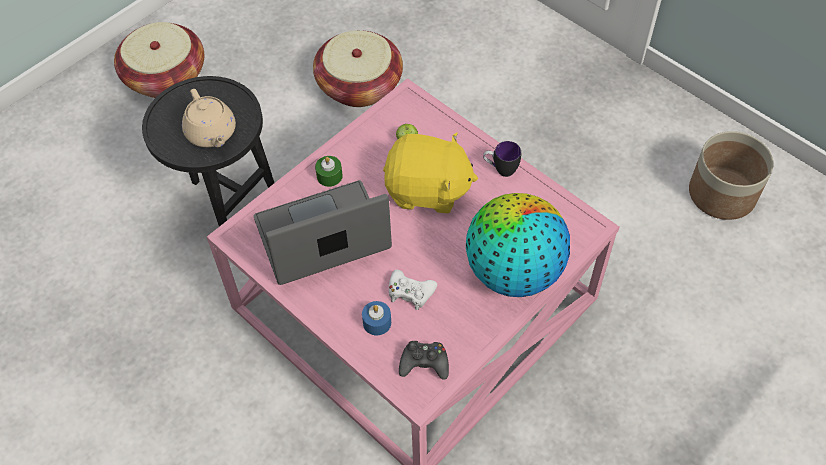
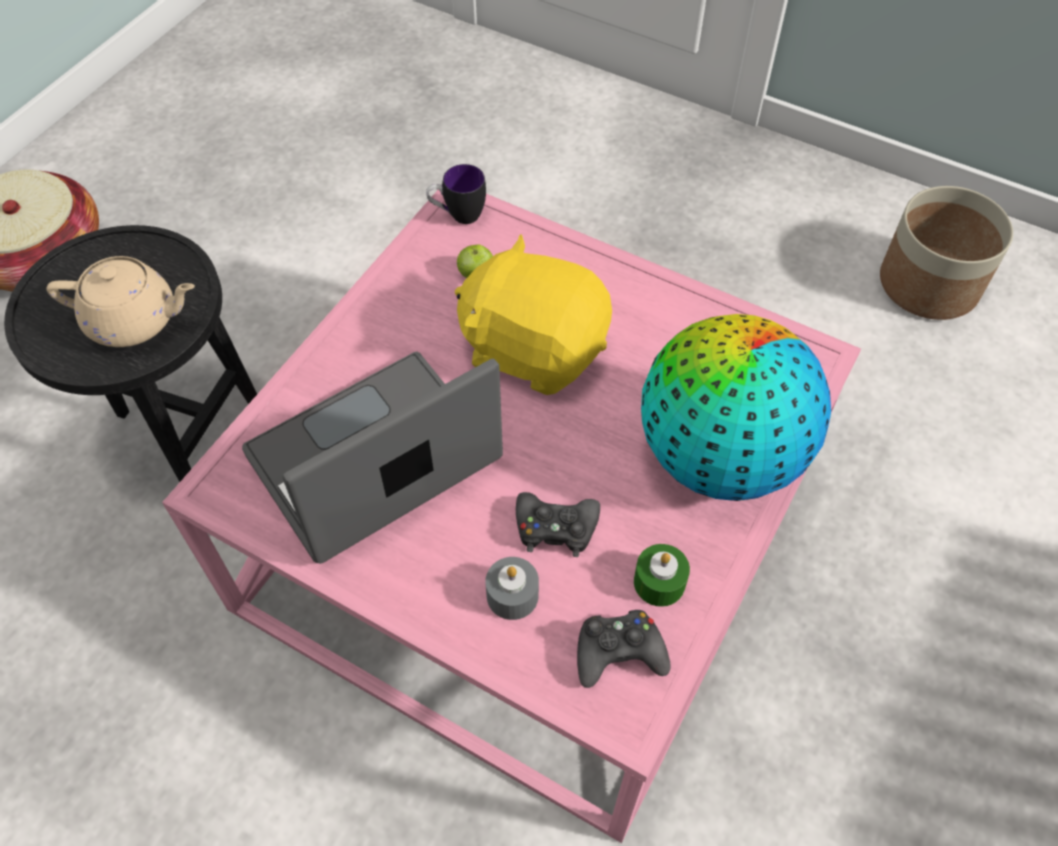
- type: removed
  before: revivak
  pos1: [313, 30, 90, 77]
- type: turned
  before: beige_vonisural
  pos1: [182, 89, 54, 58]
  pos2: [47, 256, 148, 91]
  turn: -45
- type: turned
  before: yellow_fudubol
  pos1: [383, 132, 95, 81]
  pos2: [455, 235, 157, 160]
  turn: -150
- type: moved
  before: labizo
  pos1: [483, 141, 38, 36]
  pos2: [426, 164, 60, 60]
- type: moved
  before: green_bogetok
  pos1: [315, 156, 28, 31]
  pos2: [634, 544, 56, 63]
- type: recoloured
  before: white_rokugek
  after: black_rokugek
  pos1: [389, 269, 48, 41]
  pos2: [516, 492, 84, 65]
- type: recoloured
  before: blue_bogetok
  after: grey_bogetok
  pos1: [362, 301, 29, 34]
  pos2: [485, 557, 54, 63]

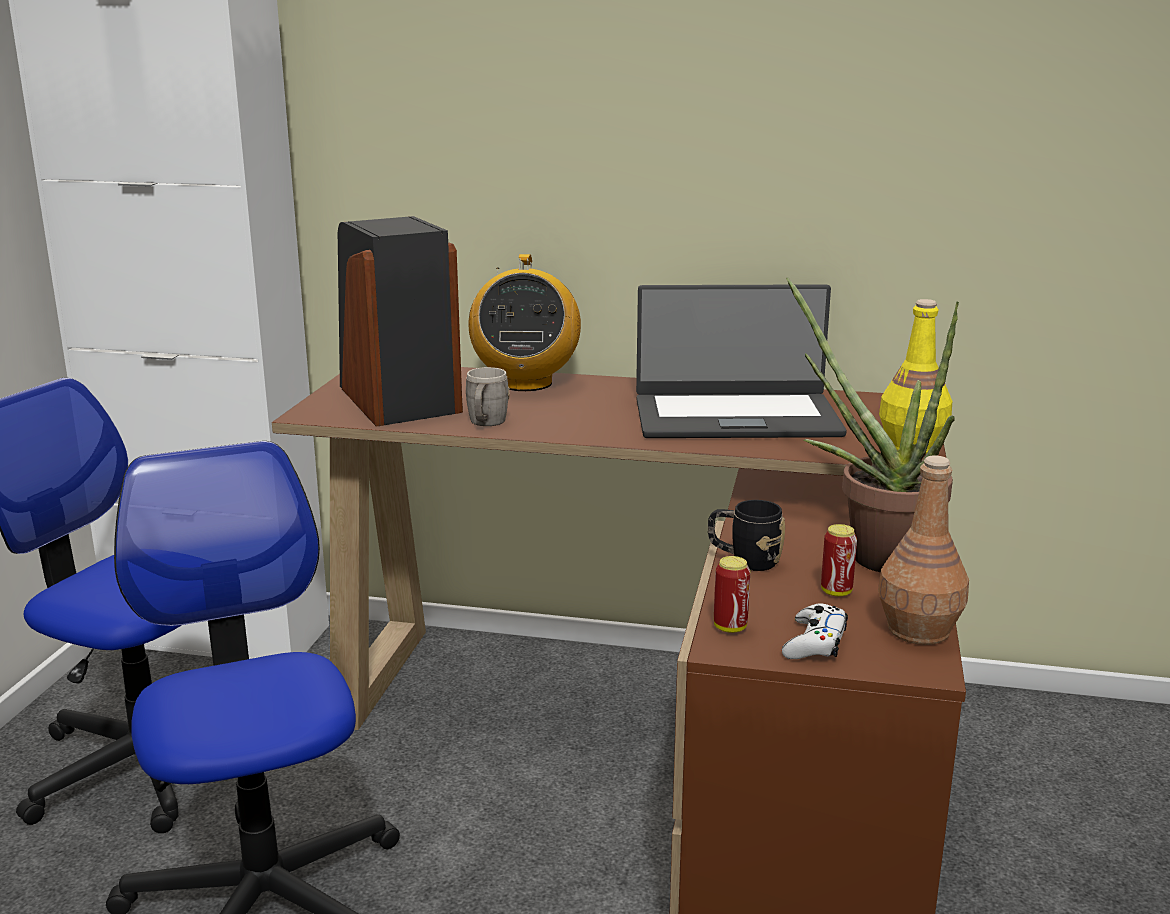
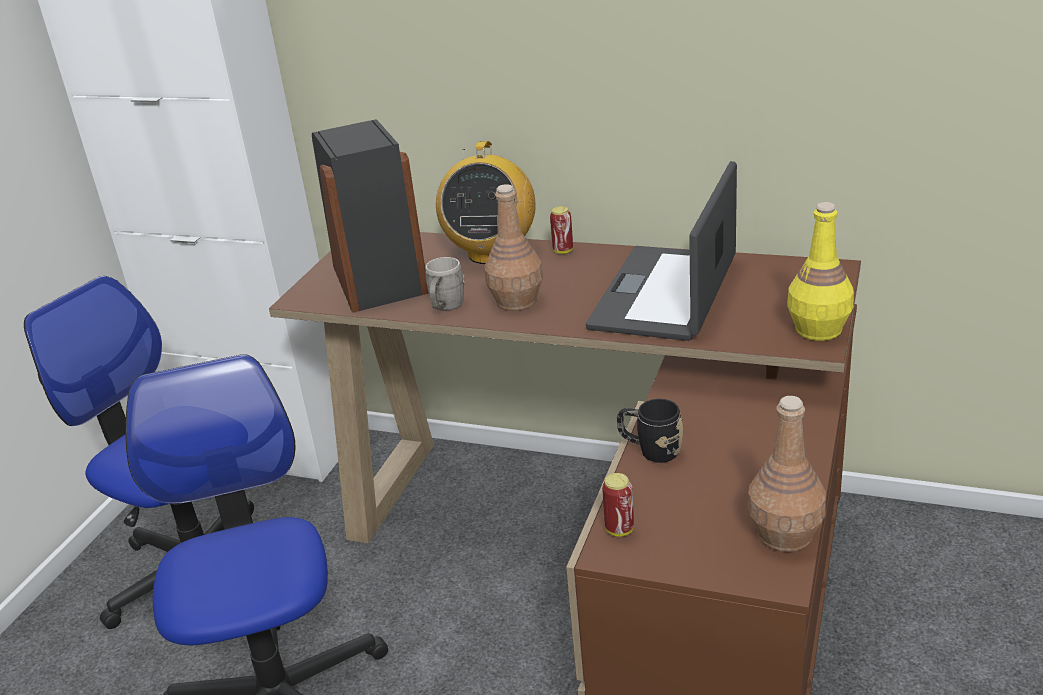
- type: removed
  before: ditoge
  pos1: [786, 277, 173, 295]
- type: turned
  before: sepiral
  pos1: [636, 284, 211, 154]
  pos2: [586, 161, 151, 180]
  turn: 105
- type: moved
  before: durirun
  pos1: [821, 524, 36, 72]
  pos2: [550, 206, 23, 48]
- type: removed
  before: white_rokugek
  pos1: [782, 603, 66, 56]
- type: added
  after: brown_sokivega
  pos2: [484, 184, 59, 127]

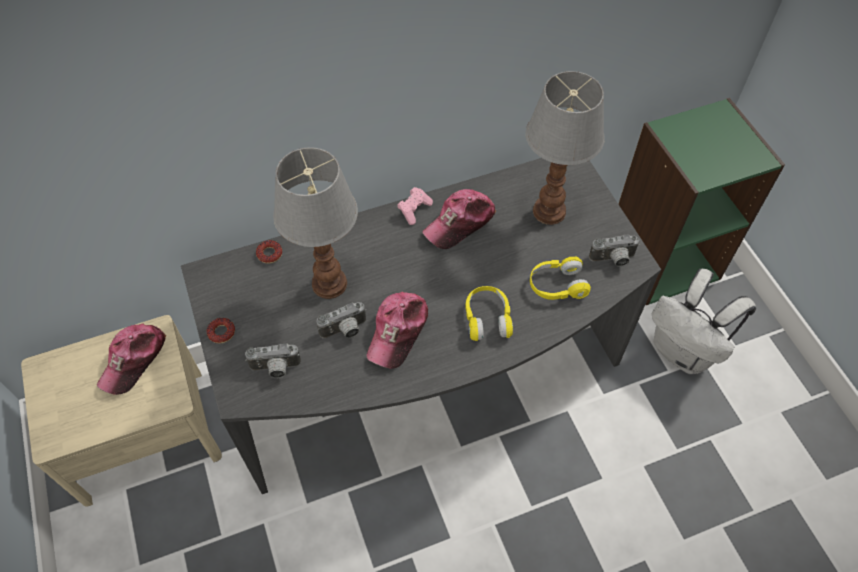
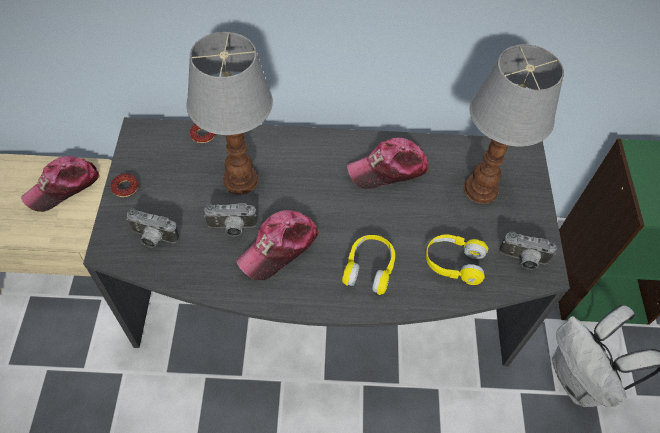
- type: removed
  before: pink_rokugek
  pos1: [397, 187, 36, 38]

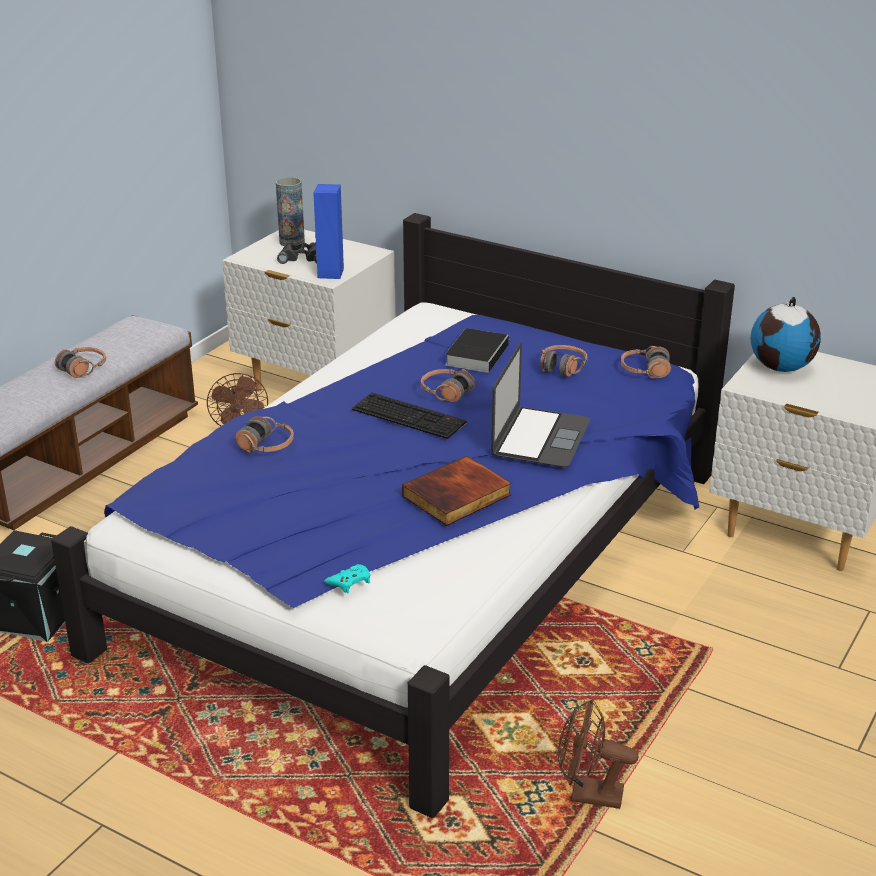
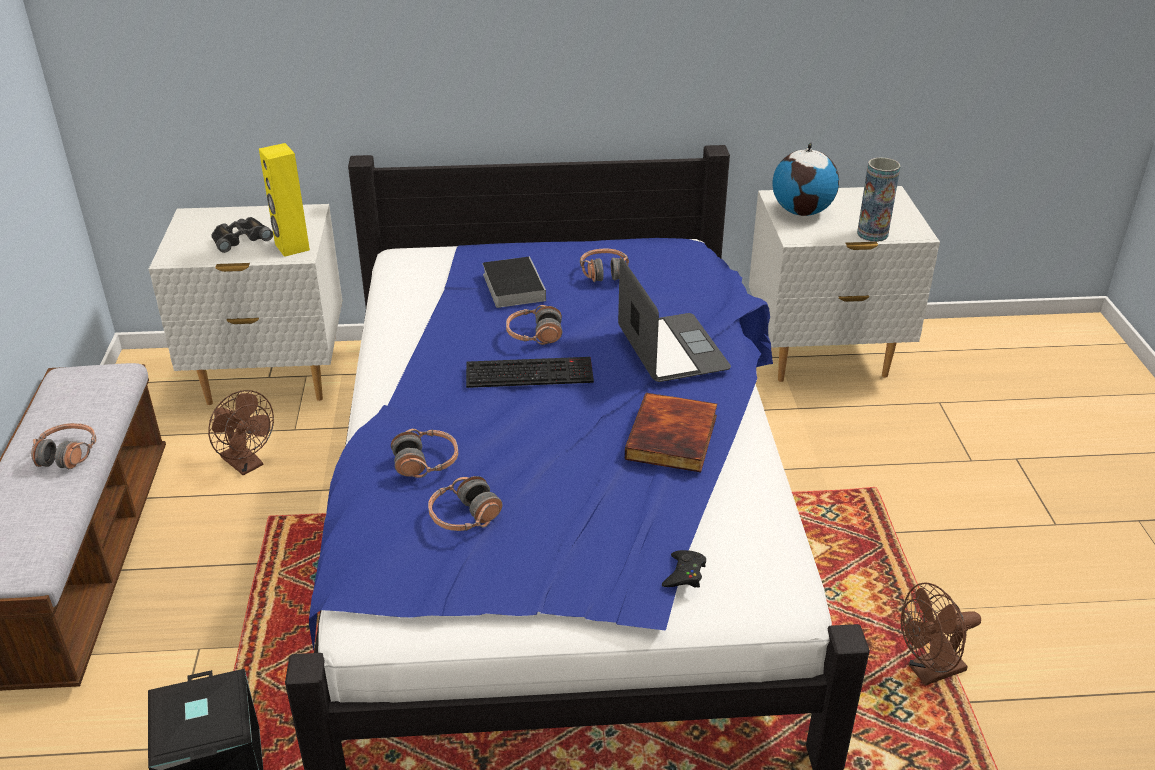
- type: moved
  before: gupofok
  pos1: [276, 177, 29, 69]
  pos2: [857, 158, 43, 84]
- type: recoloured
  before: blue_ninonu
  after: yellow_ninonu
  pos1: [314, 184, 30, 95]
  pos2: [259, 143, 51, 114]
- type: moved
  before: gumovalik
  pos1: [621, 346, 50, 32]
  pos2: [428, 476, 75, 55]
- type: recoloured
  before: turquoise_rokugek
  after: black_rokugek
  pos1: [324, 564, 46, 29]
  pos2: [662, 550, 44, 38]

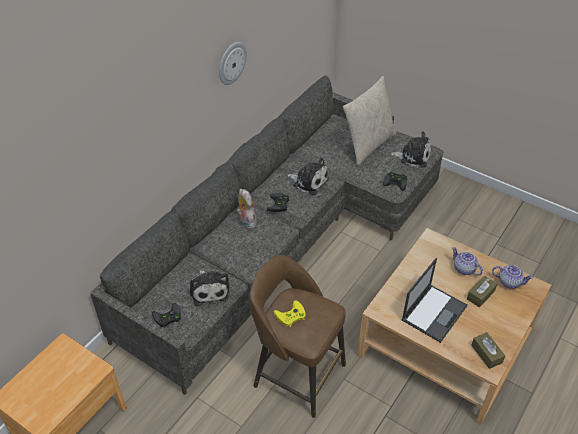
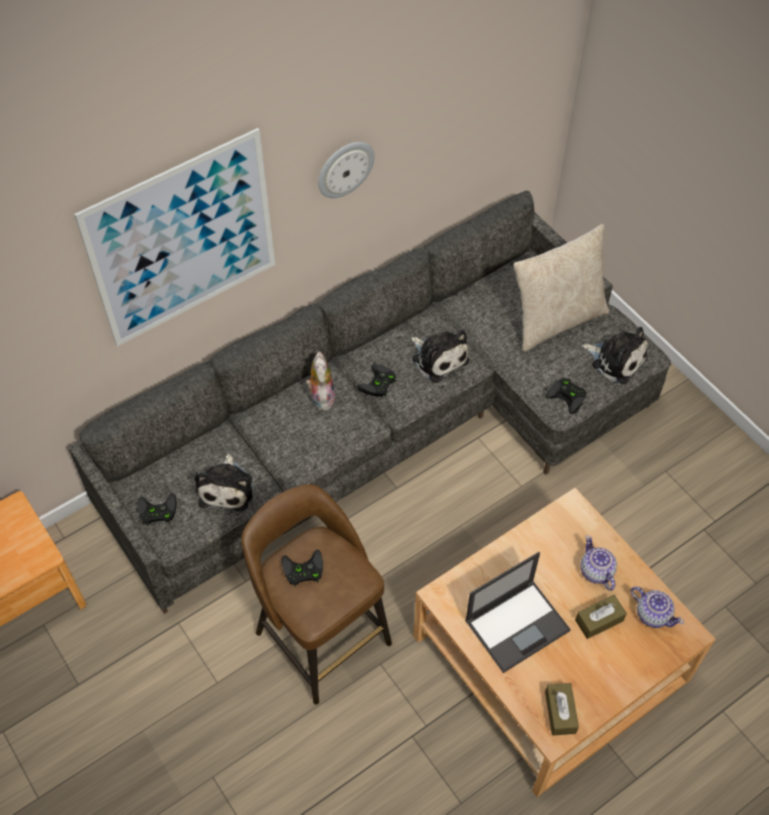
- type: recoloured
  before: yellow_rokugek
  after: black_rokugek
  pos1: [274, 300, 32, 27]
  pos2: [282, 550, 41, 37]
- type: added
  after: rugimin
  pos2: [74, 128, 201, 218]

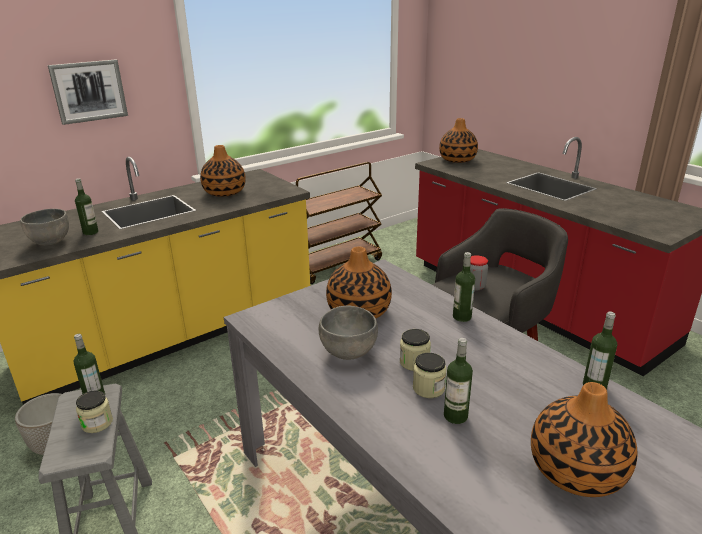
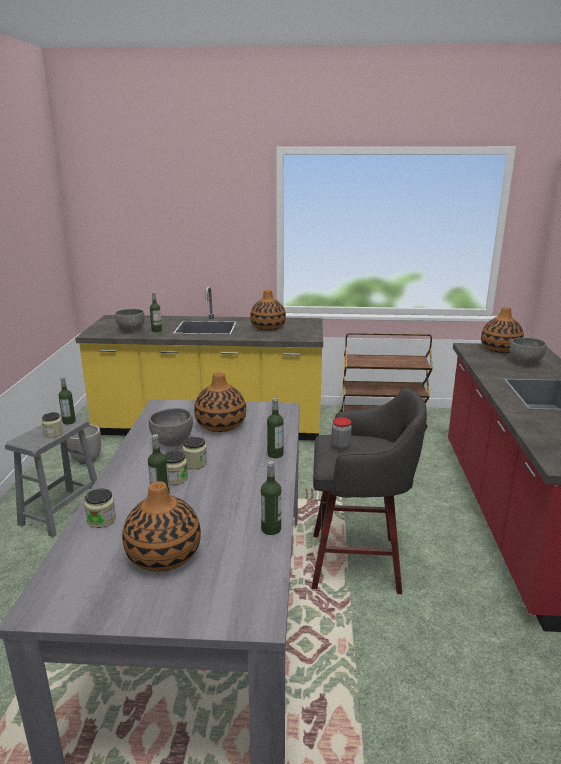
- type: removed
  before: rugimin
  pos1: [48, 59, 80, 66]
- type: added
  after: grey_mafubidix
  pos2: [510, 337, 37, 28]
- type: added
  after: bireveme
  pos2: [85, 489, 31, 39]

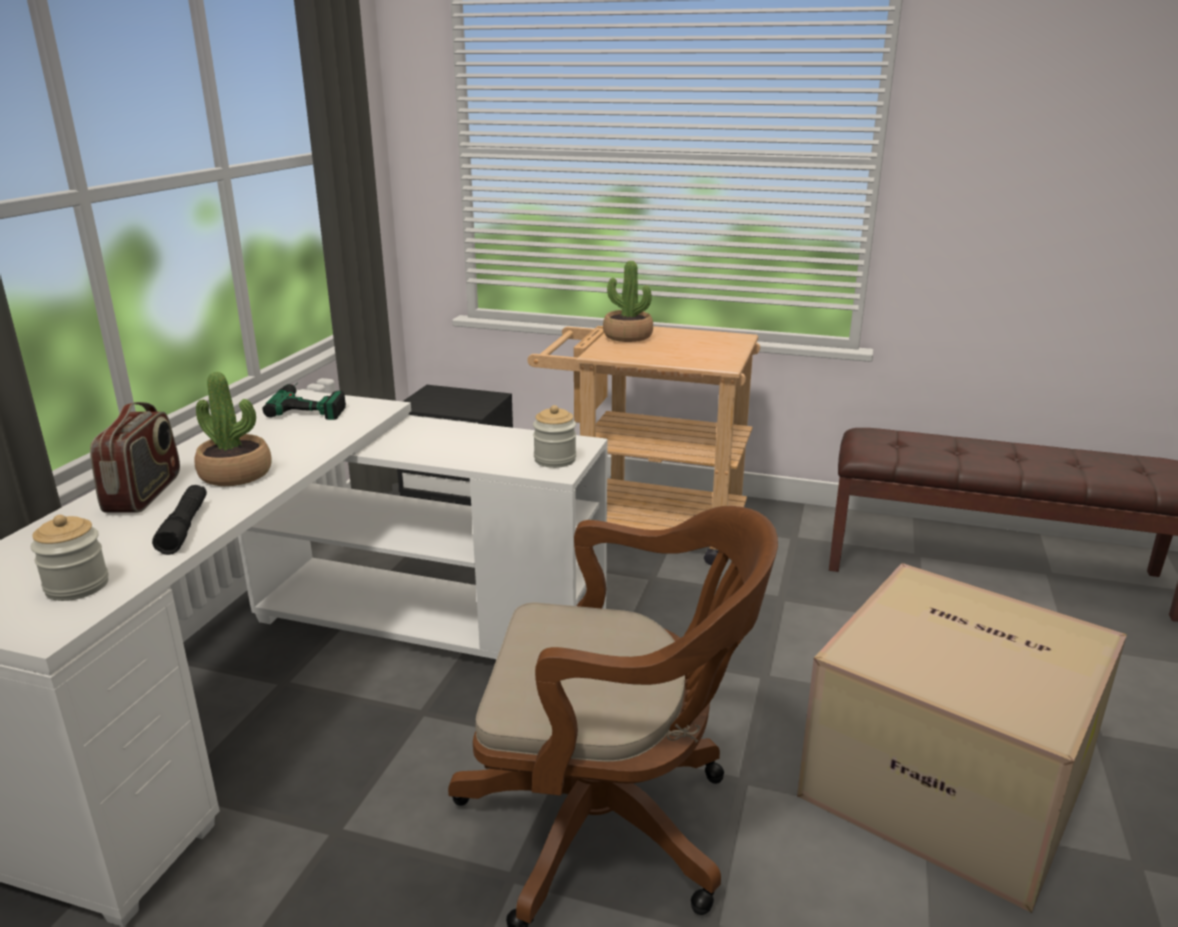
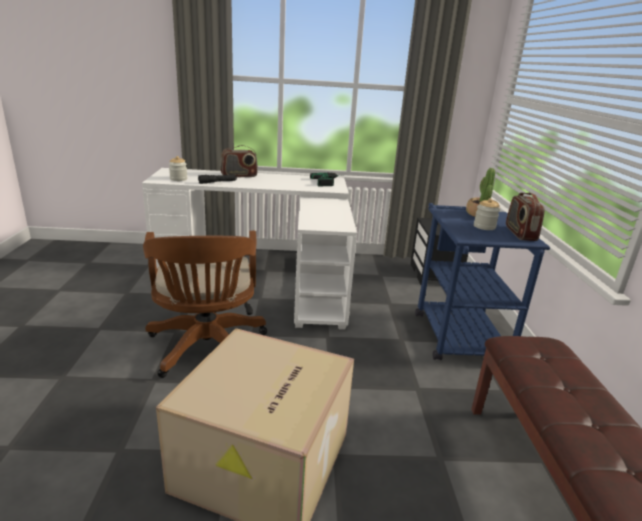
- type: recoloured
  before: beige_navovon
  after: blue_navovon
  pos1: [528, 326, 232, 239]
  pos2: [415, 203, 135, 157]
- type: removed
  before: ditoge
  pos1: [194, 372, 78, 114]
- type: moved
  before: bireveme
  pos1: [533, 405, 43, 63]
  pos2: [474, 198, 26, 32]
- type: added
  after: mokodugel
  pos2: [506, 193, 39, 48]

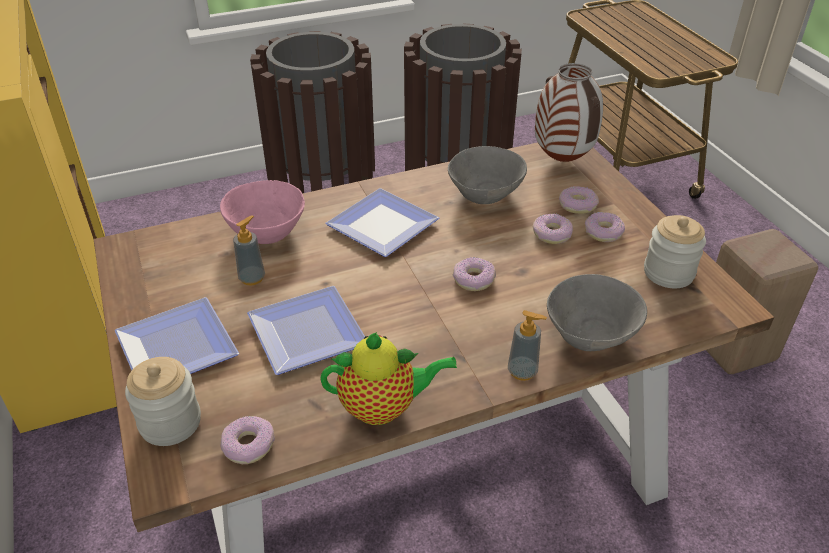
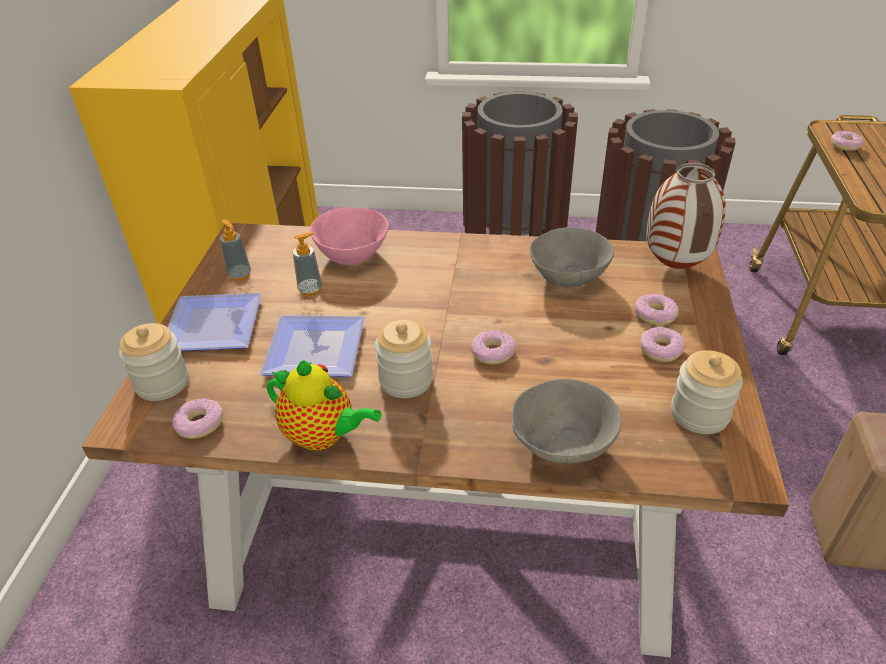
- type: removed
  before: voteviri
  pos1: [325, 188, 114, 69]
- type: moved
  before: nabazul
  pos1: [533, 213, 40, 31]
  pos2: [831, 131, 33, 20]
- type: moved
  before: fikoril
  pos1: [508, 310, 39, 71]
  pos2: [219, 219, 32, 62]
- type: added
  after: bireveme
  pos2: [375, 320, 58, 78]

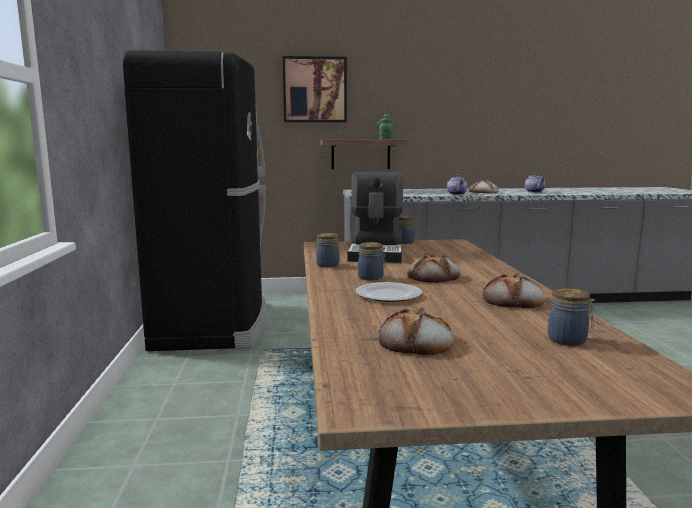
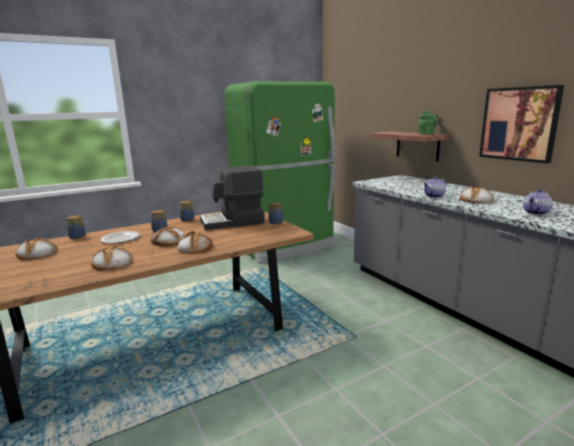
- type: recoloured
  before: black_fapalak
  after: green_fapalak
  pos1: [123, 50, 144, 301]
  pos2: [224, 81, 111, 182]
- type: moved
  before: rugimin
  pos1: [283, 56, 64, 67]
  pos2: [479, 85, 85, 79]
- type: moved
  before: bireveme
  pos1: [548, 288, 47, 58]
  pos2: [66, 215, 20, 24]
- type: added
  after: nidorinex
  pos2: [177, 231, 36, 23]

